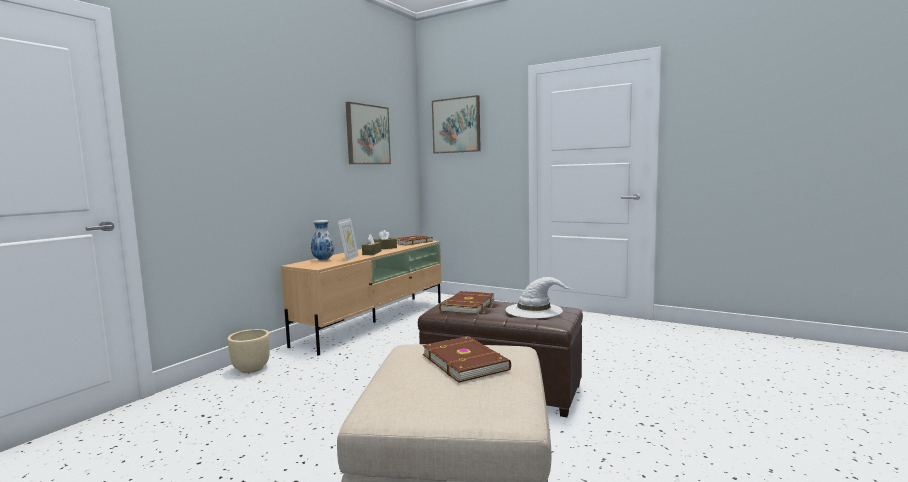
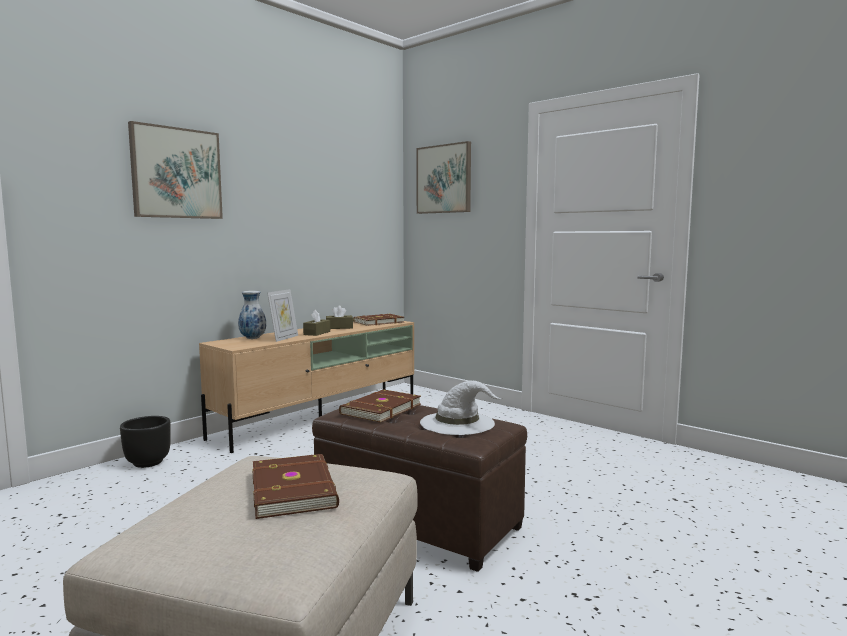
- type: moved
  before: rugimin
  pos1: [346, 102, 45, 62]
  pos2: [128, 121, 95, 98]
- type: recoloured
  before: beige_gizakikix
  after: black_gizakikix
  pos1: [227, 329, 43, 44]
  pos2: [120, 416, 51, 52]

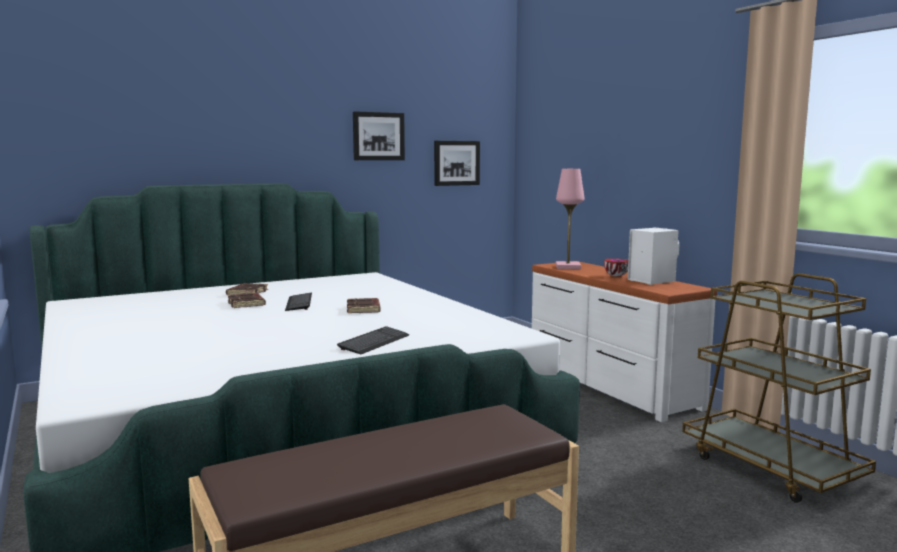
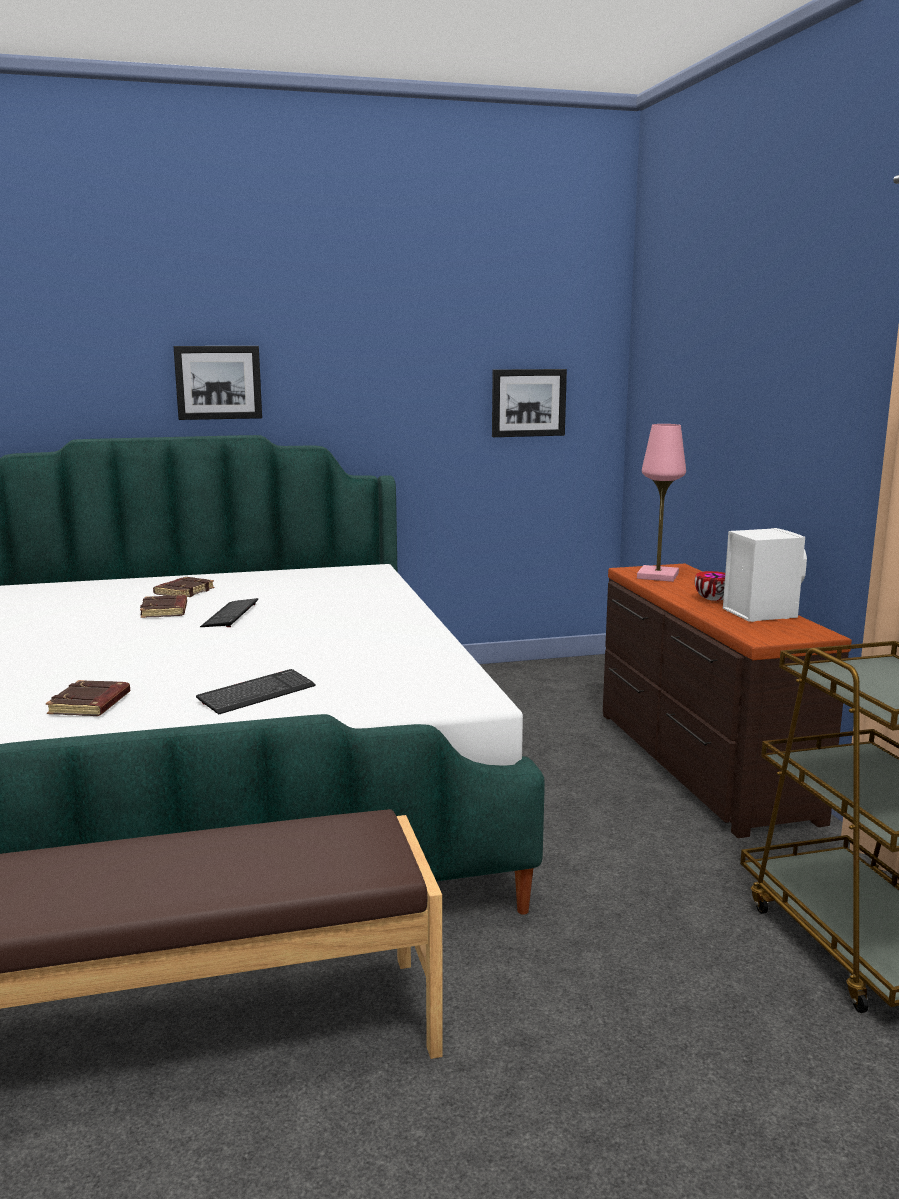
- type: moved
  before: rugimin
  pos1: [353, 111, 52, 49]
  pos2: [173, 346, 89, 74]
- type: recoloured
  before: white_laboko
  after: brown_laboko
  pos1: [532, 261, 185, 161]
  pos2: [603, 564, 249, 274]
- type: moved
  before: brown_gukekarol
  pos1: [347, 298, 34, 15]
  pos2: [46, 680, 84, 36]

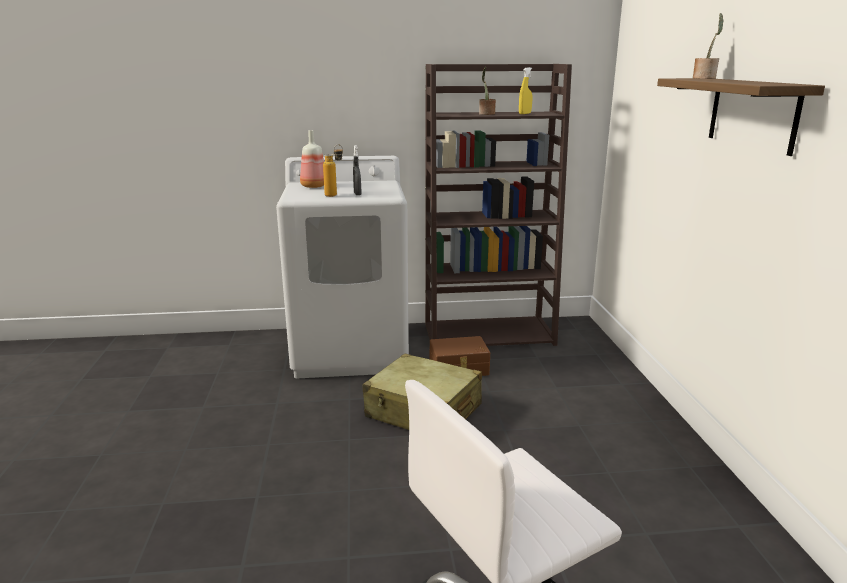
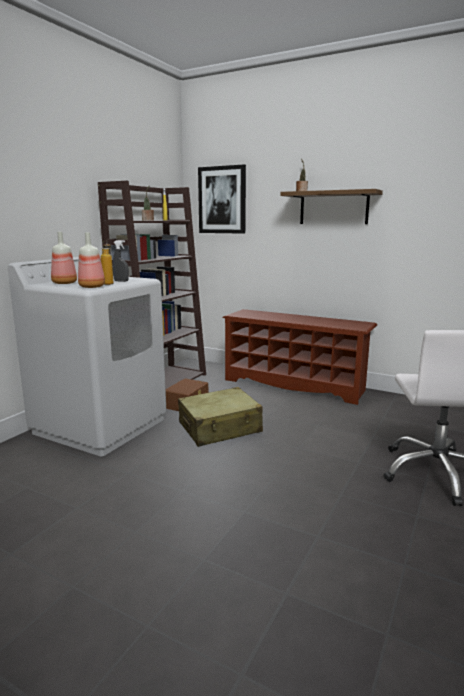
- type: added
  after: rugimin
  pos2: [198, 164, 48, 70]
- type: added
  after: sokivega
  pos2: [78, 232, 27, 56]
- type: added
  after: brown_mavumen
  pos2: [223, 309, 154, 96]

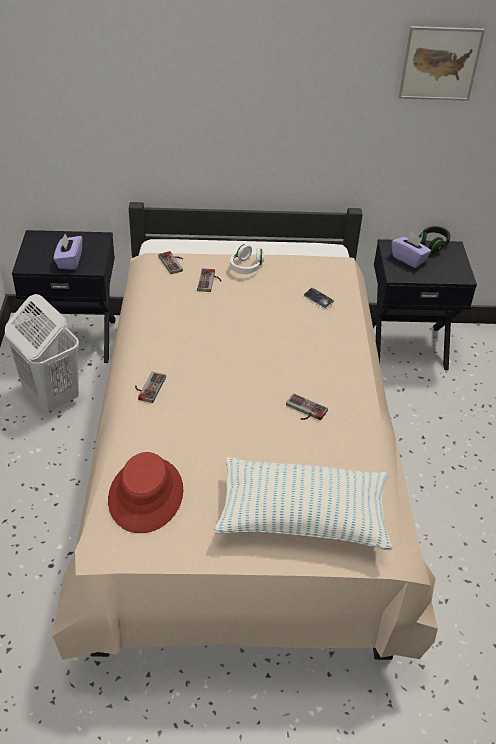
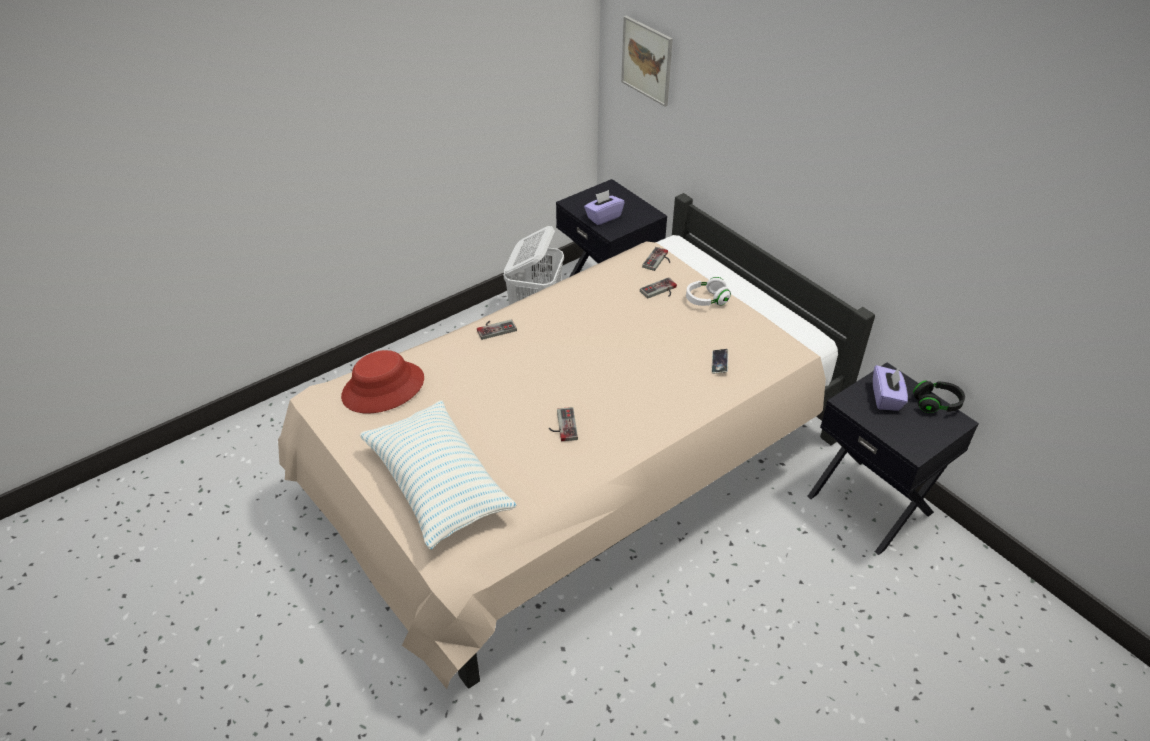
- type: moved
  before: rugimin
  pos1: [399, 26, 86, 75]
  pos2: [621, 16, 52, 91]

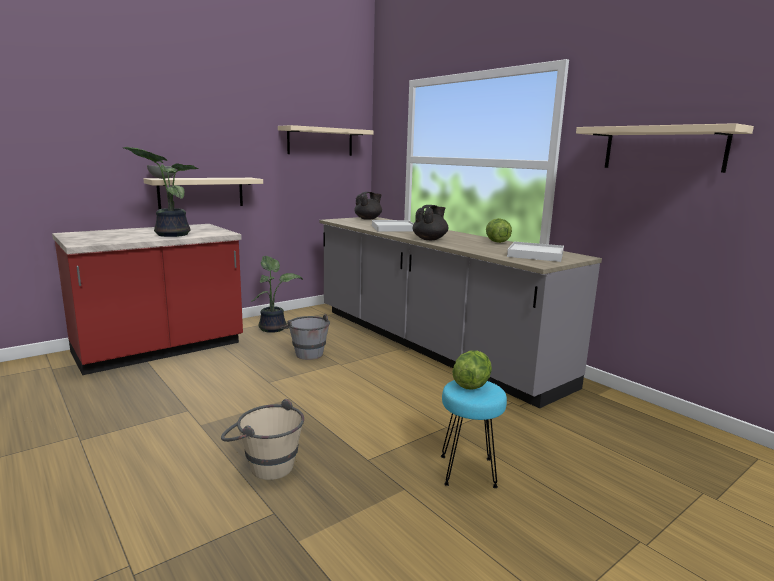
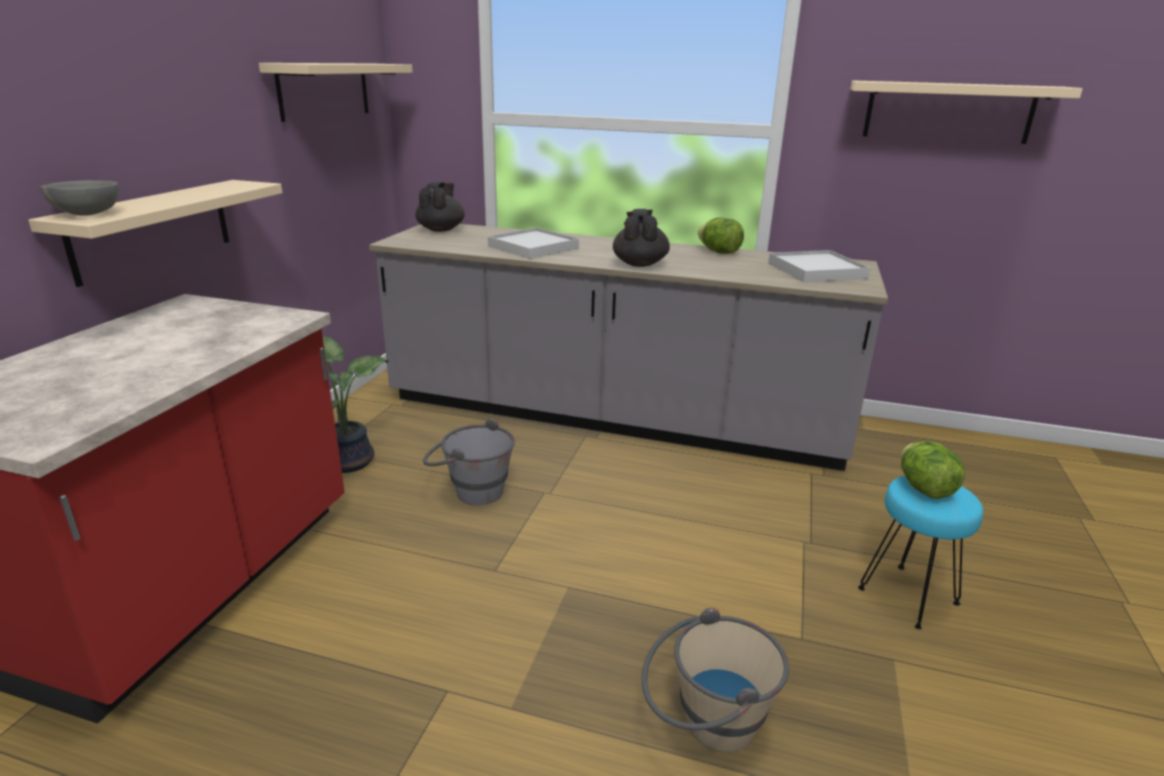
- type: removed
  before: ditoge
  pos1: [123, 147, 76, 90]

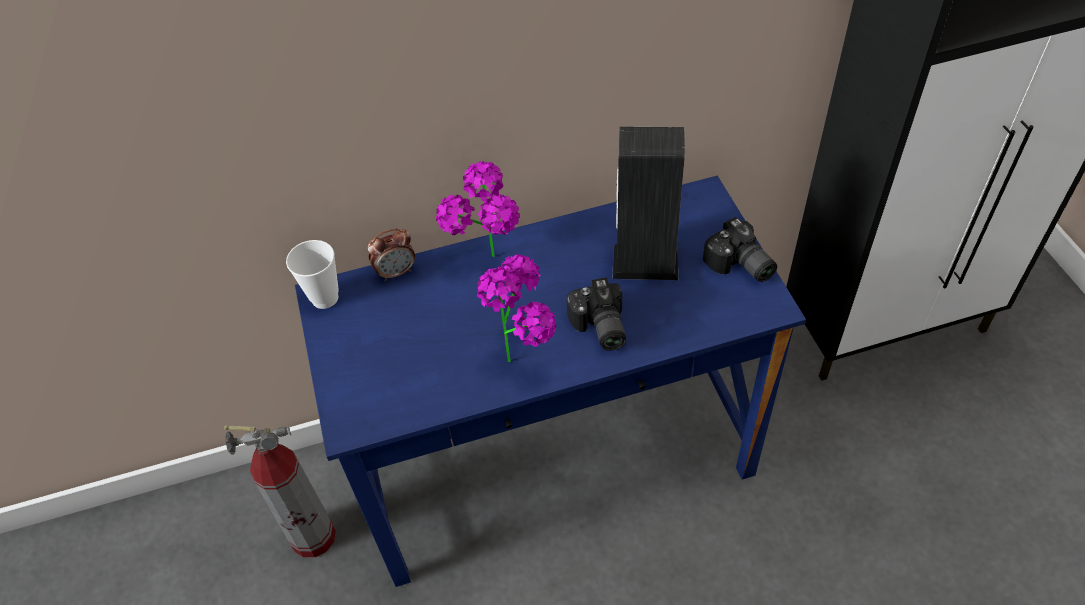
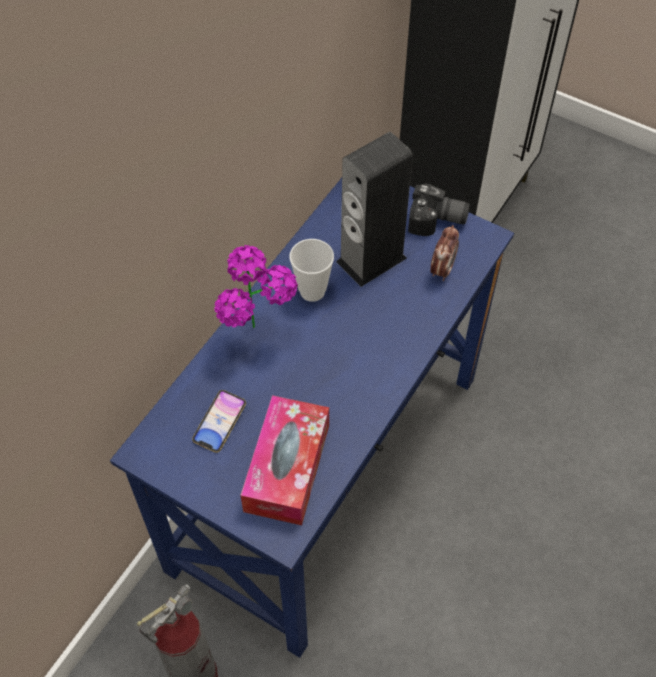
- type: moved
  before: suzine
  pos1: [368, 228, 47, 54]
  pos2: [430, 225, 29, 56]
- type: moved
  before: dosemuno
  pos1: [286, 240, 53, 69]
  pos2: [289, 239, 45, 63]
- type: removed
  before: ditoge
  pos1: [477, 254, 79, 108]
- type: removed
  before: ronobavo
  pos1: [566, 278, 60, 73]
- type: added
  after: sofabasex
  pos2: [192, 390, 54, 63]
- type: added
  after: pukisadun
  pos2: [240, 395, 89, 130]

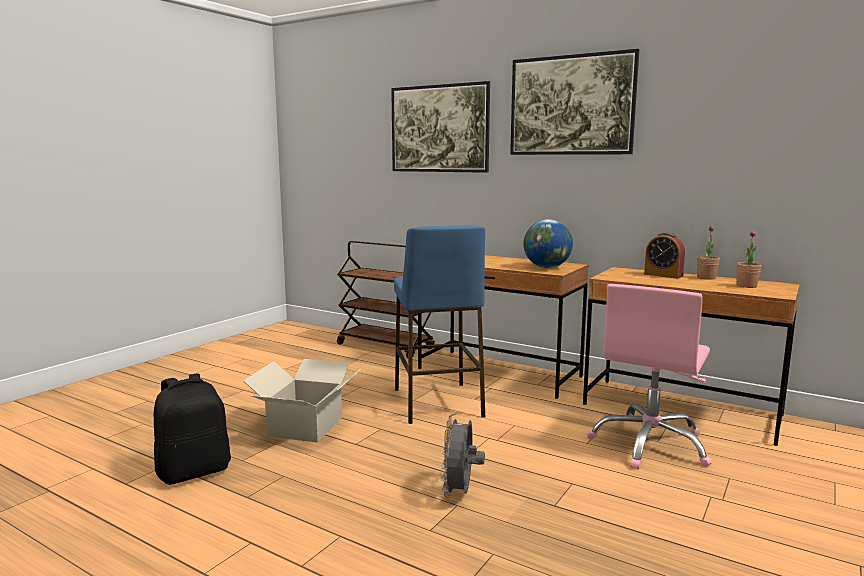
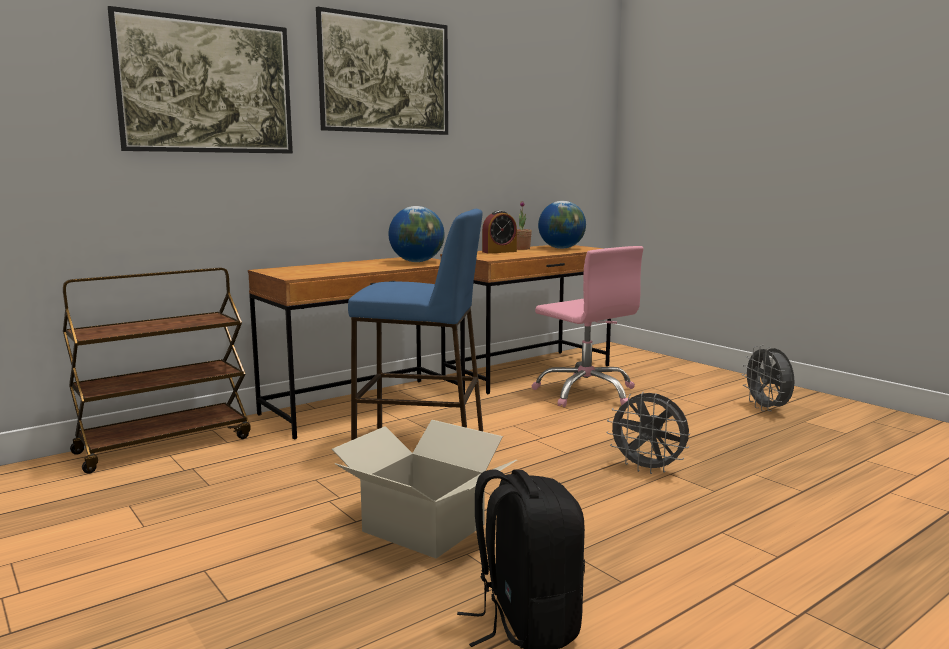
- type: replaced
  before: ditoge
  after: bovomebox
  pos1: [736, 230, 26, 58]
  pos2: [538, 201, 48, 48]
- type: added
  after: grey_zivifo
  pos2: [742, 345, 53, 66]

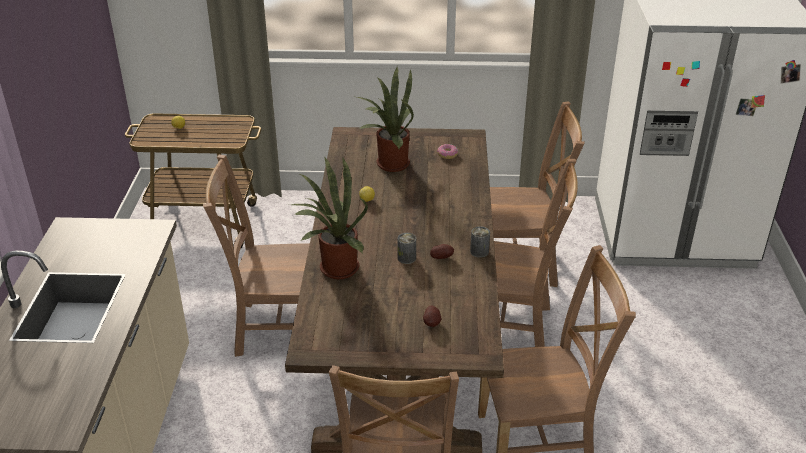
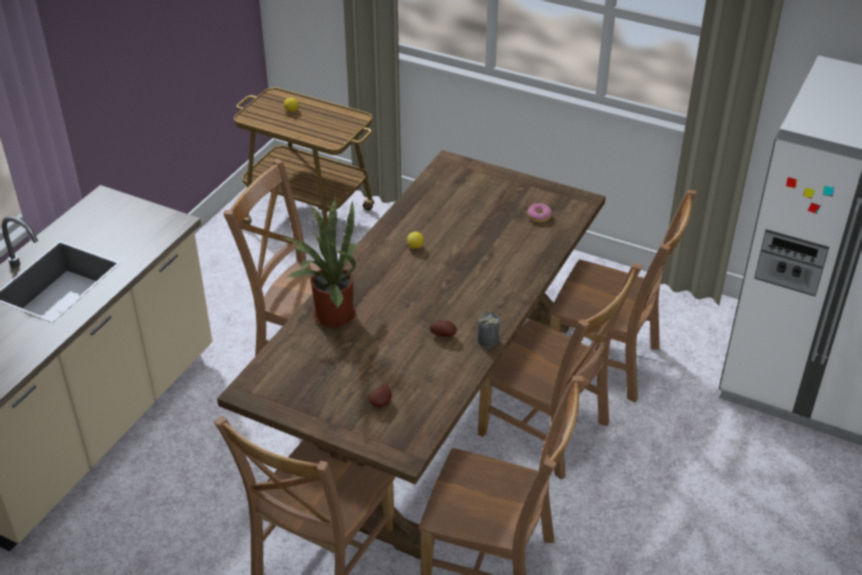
- type: removed
  before: ditoge
  pos1: [357, 67, 57, 105]
- type: removed
  before: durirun
  pos1: [397, 233, 19, 31]

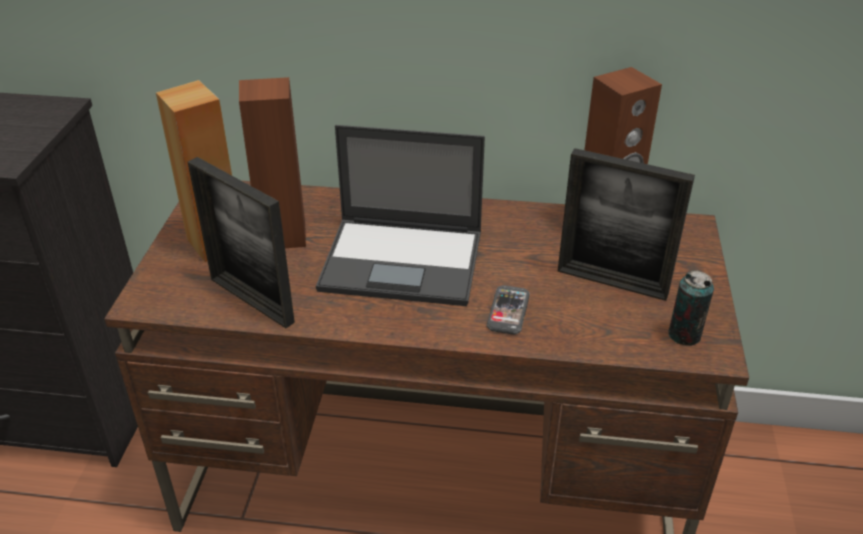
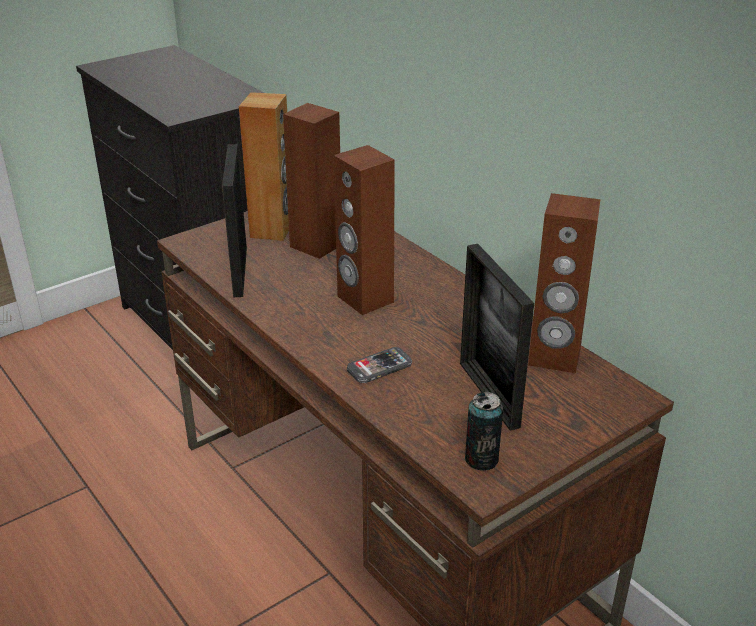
- type: replaced
  before: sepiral
  after: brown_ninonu
  pos1: [316, 125, 169, 181]
  pos2: [334, 145, 61, 170]

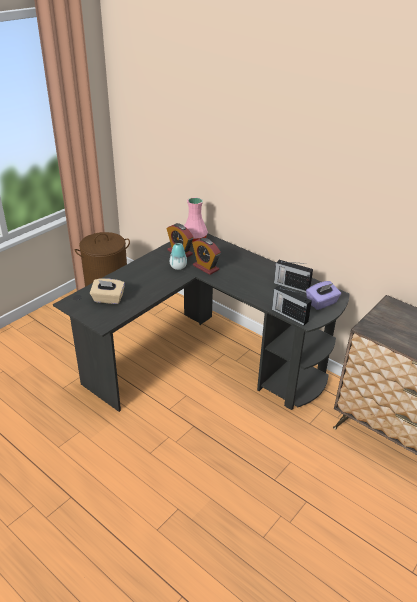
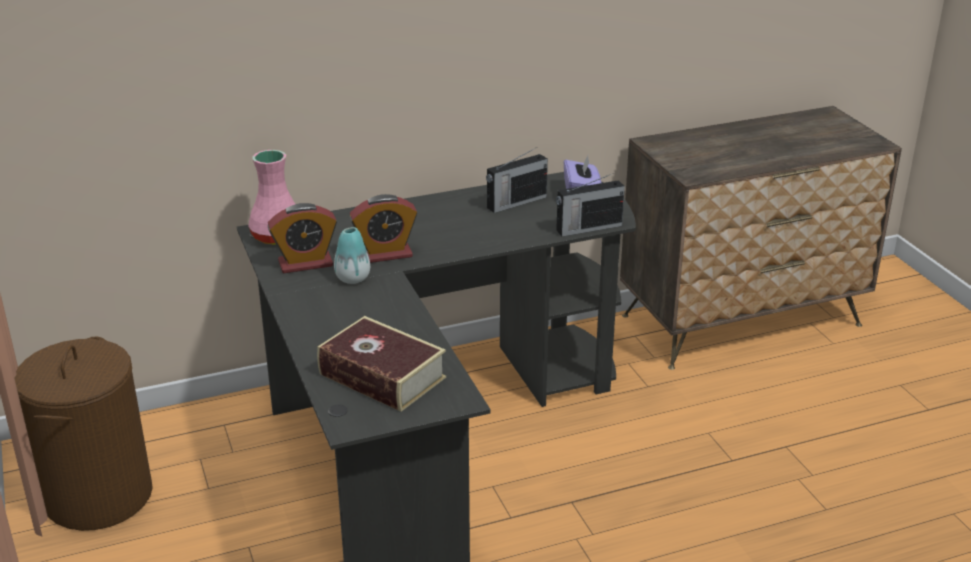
- type: replaced
  before: beige_pukisadun
  after: gukekarol
  pos1: [90, 278, 35, 26]
  pos2: [317, 316, 129, 96]

